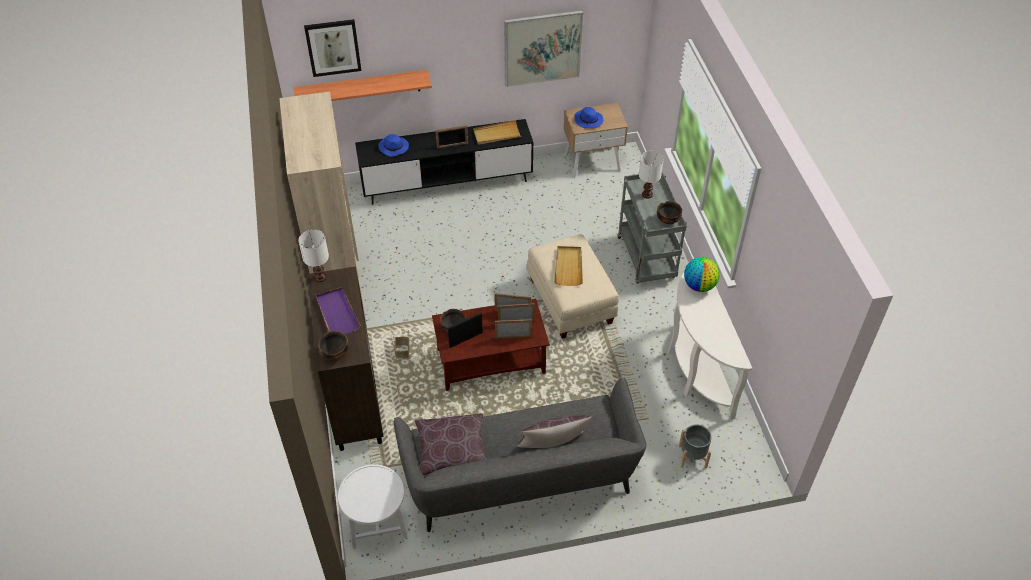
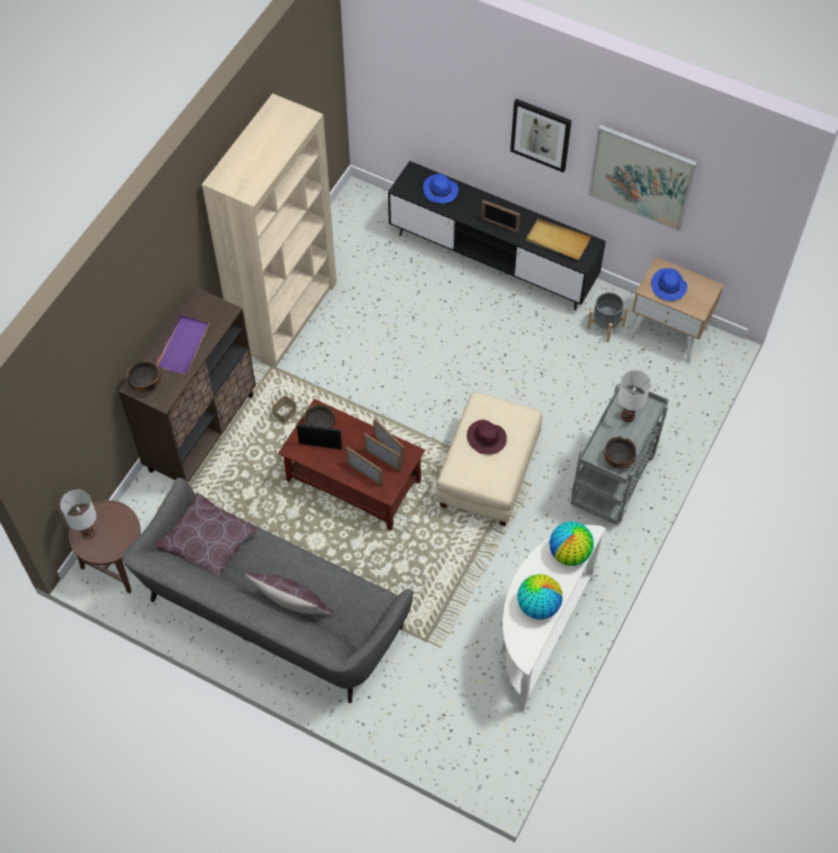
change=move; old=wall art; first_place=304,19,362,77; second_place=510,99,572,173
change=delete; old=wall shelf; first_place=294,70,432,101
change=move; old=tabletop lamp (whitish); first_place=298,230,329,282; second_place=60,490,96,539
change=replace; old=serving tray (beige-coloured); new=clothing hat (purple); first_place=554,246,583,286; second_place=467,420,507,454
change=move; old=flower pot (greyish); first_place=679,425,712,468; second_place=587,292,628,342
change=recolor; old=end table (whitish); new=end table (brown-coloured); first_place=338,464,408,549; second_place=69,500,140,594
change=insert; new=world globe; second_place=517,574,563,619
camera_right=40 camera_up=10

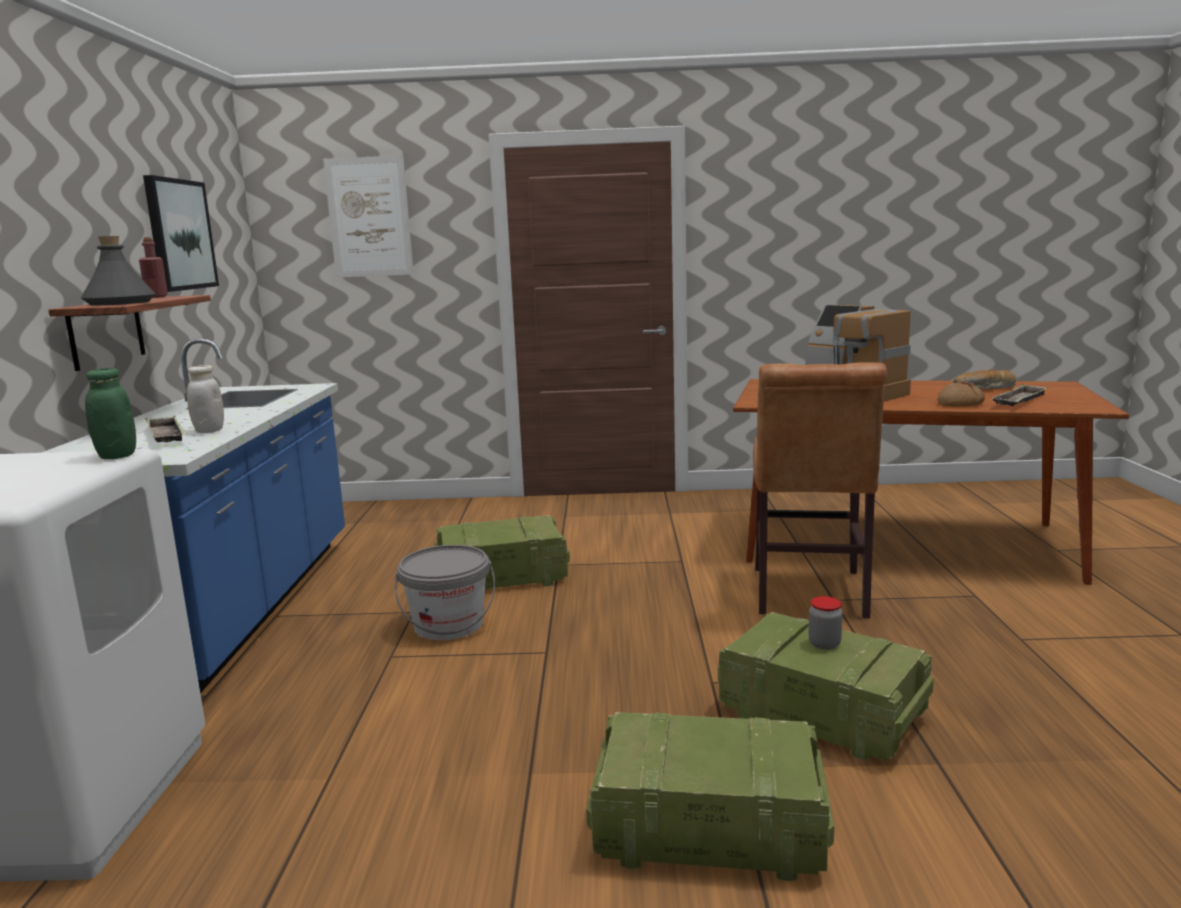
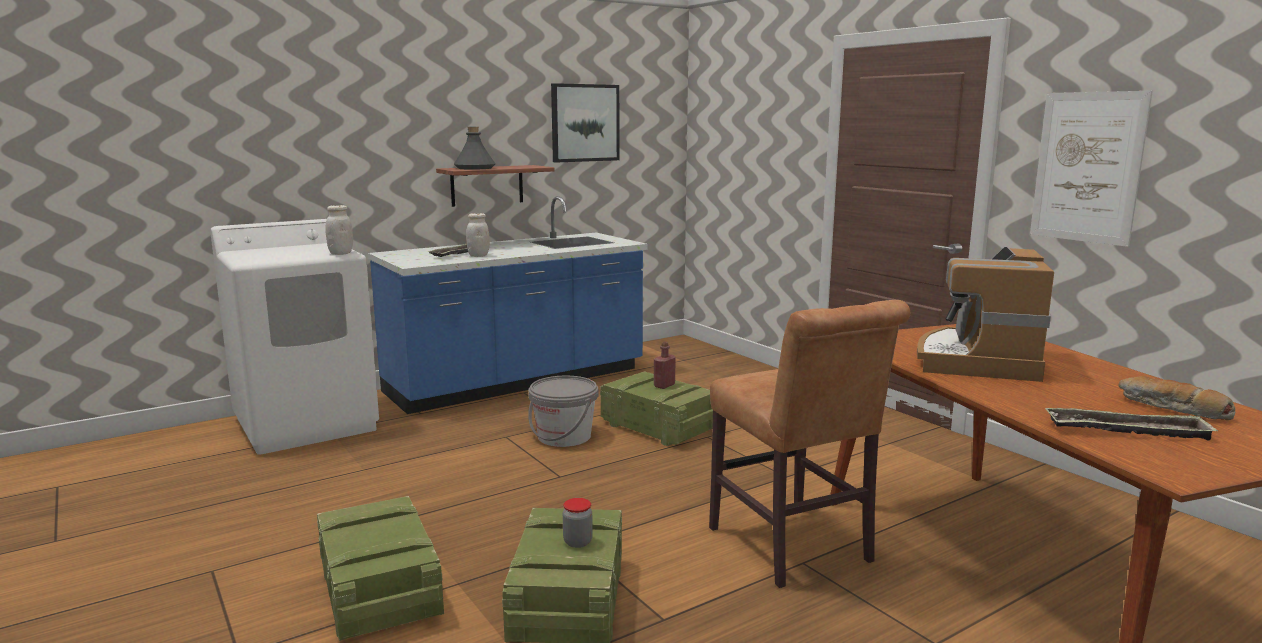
change=move; old=wall art; first_place=323,155,414,278; second_place=1030,91,1153,247
change=move; old=bottle (red); first_place=139,237,168,298; second_place=654,341,676,389
change=rotate; old=plain chair (brown-coloured); first_place=753,362,888,619; second_place=709,300,910,588; degrees=-90
change=recolor; old=storage jar (green); new=storage jar (whitish); first_place=85,368,136,459; second_place=325,205,353,255
change=delete; old=bread; first_place=937,381,985,407
camera_right=55 camera_up=0

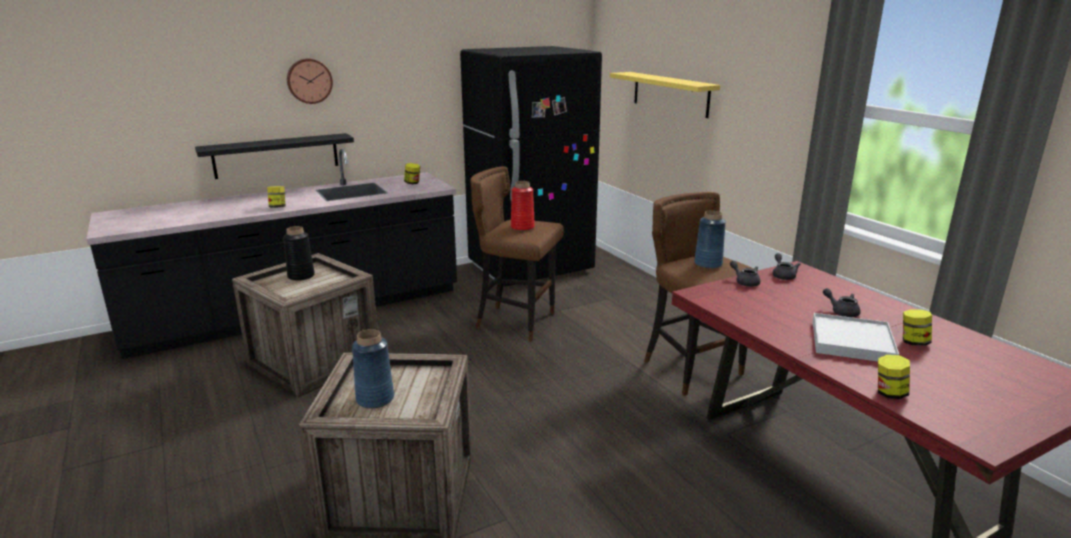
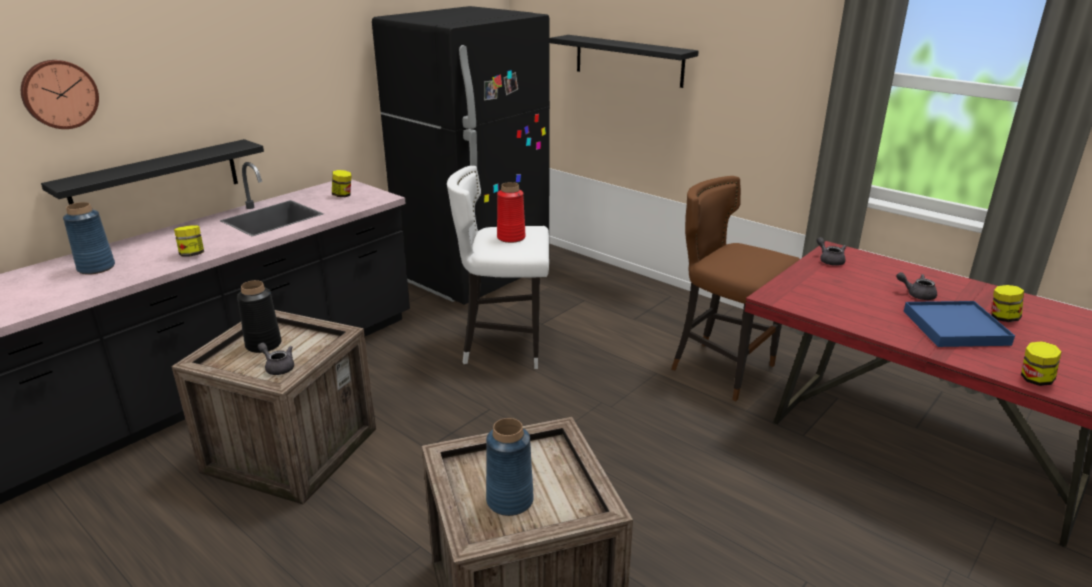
change=move; old=hanging clock; first_place=287,59,333,104; second_place=21,60,99,129
change=recolor; old=wall shelf (yellow-coloured); new=wall shelf (blackish); first_place=610,72,720,118; second_place=550,35,699,88
change=recolor; old=stool seat (brown-coloured); new=stool seat (whitish); first_place=470,167,564,342; second_place=447,166,549,369
change=move; old=decorative vase (blue-coloured); first_place=694,210,726,269; second_place=63,202,115,275
change=move; old=pot for tea (greyish); first_place=730,260,760,287; second_place=258,343,294,375
change=recolor; old=serving tray (whitish); new=serving tray (blue-coloured); first_place=813,313,899,362; second_place=904,301,1015,347
camera_right=-20 camera_up=5

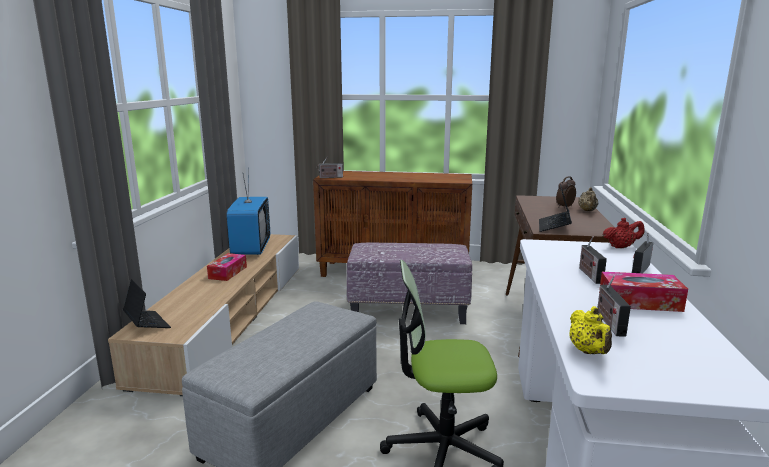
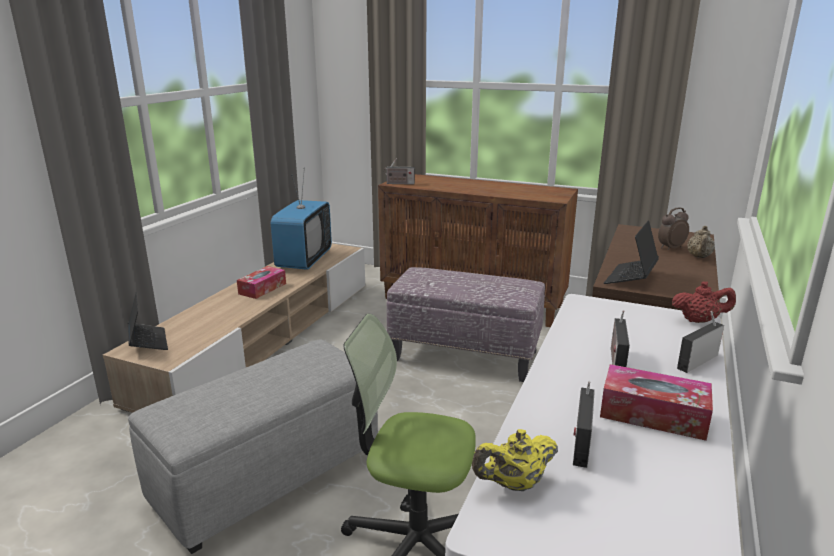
change=rotate; old=pot for tea (yellow-coloured); first_place=569,306,612,354; second_place=472,429,558,491; degrees=60
camera_right=15 camera_up=5

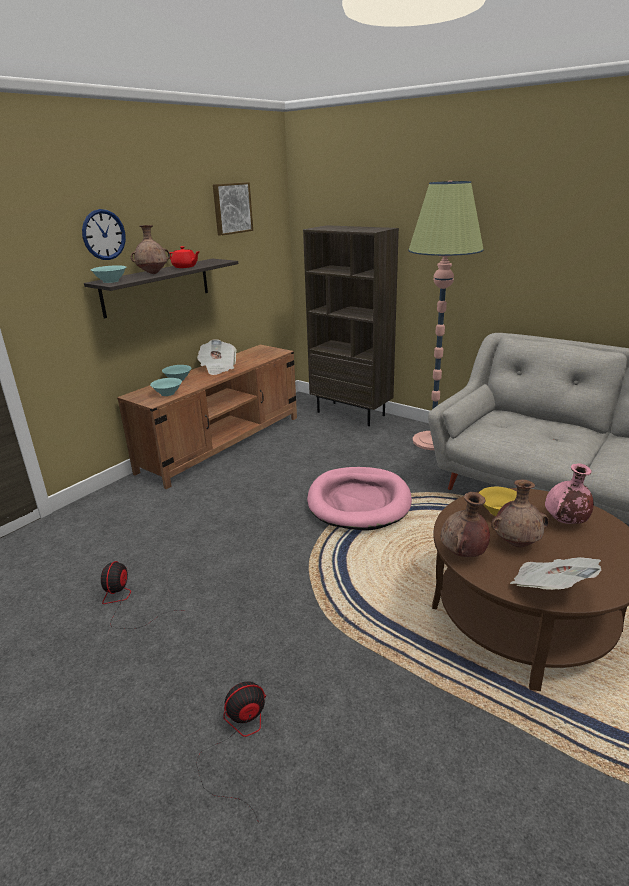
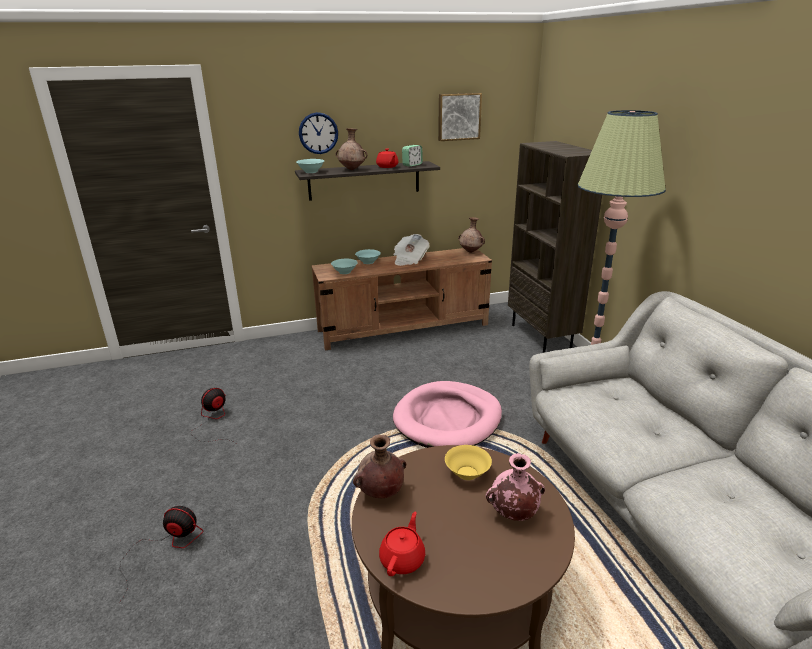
change=move; old=decorative vase (brown-coloured); first_place=491,480,549,547; second_place=458,217,485,253
change=replace; old=daily paper; new=pot for tea (red); first_place=510,557,601,590; second_place=379,511,425,576
change=insert; new=bedside clock; second_place=402,145,423,167
camera_right=35 camera_up=0

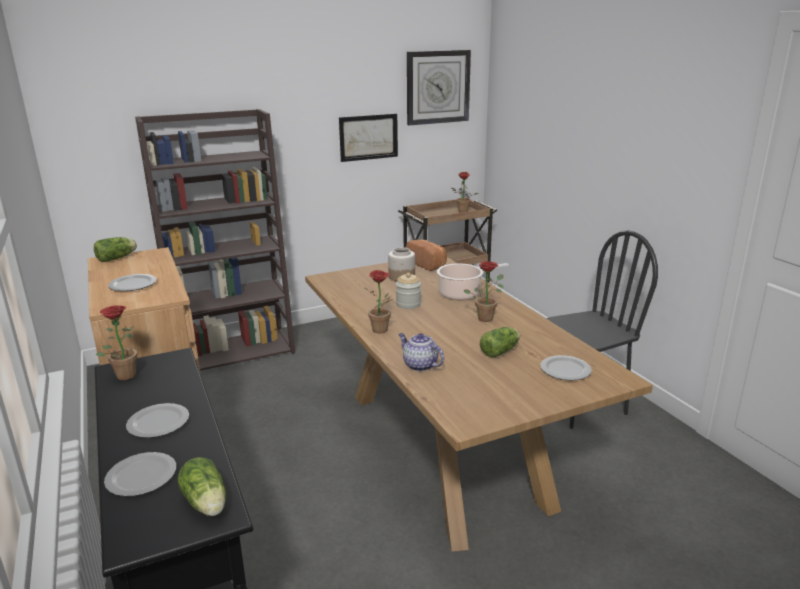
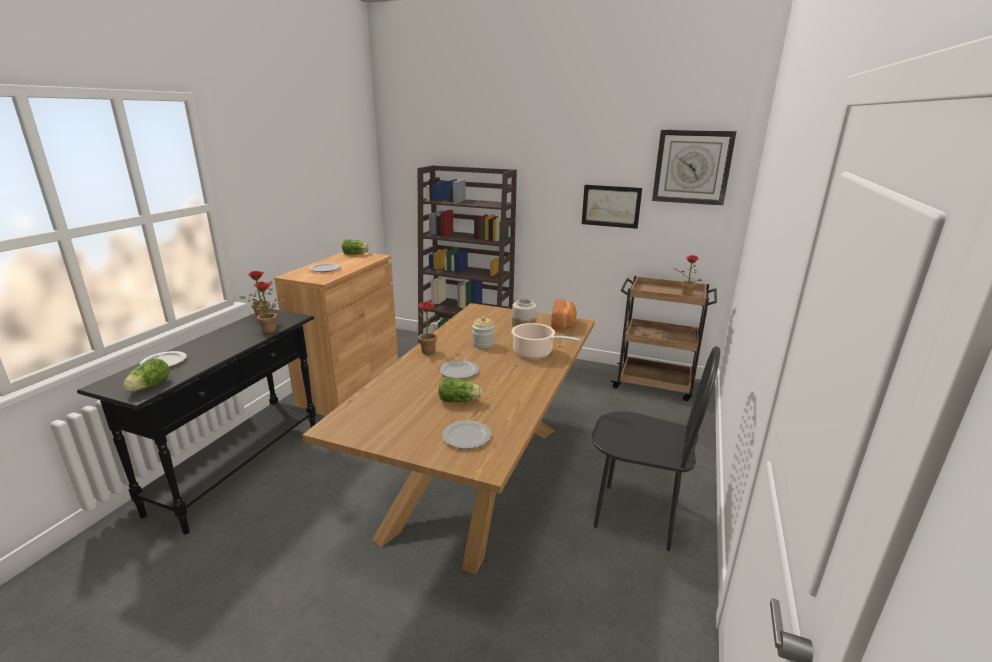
change=move; old=plant in a pot; first_place=463,261,504,322; second_place=252,282,285,333
change=delete; old=pot for tea; first_place=398,333,444,371
change=move; old=flat dish; first_place=126,403,189,438; second_place=440,360,479,379
camera_right=45 camera_up=0

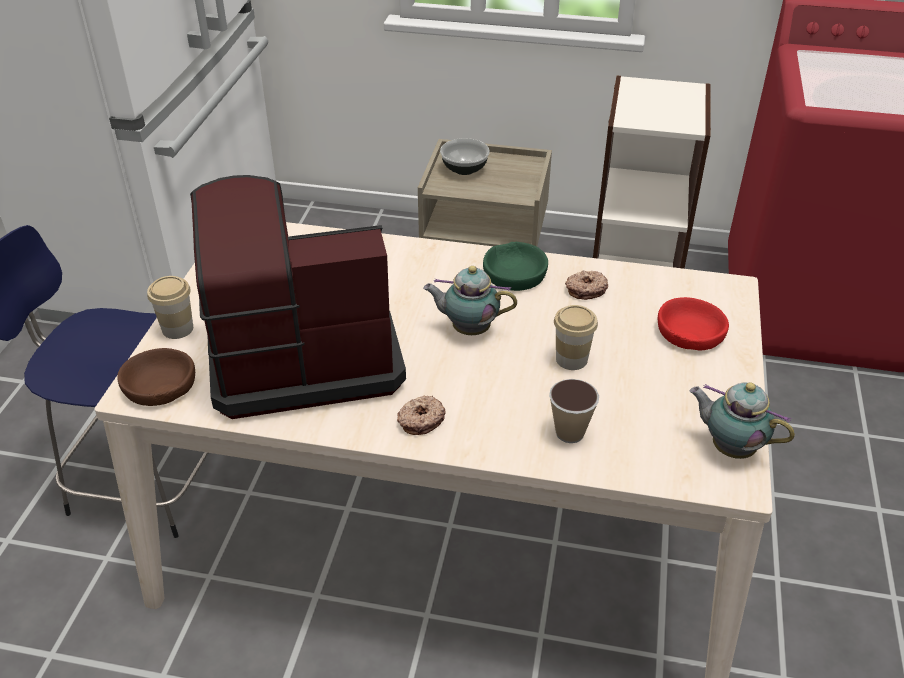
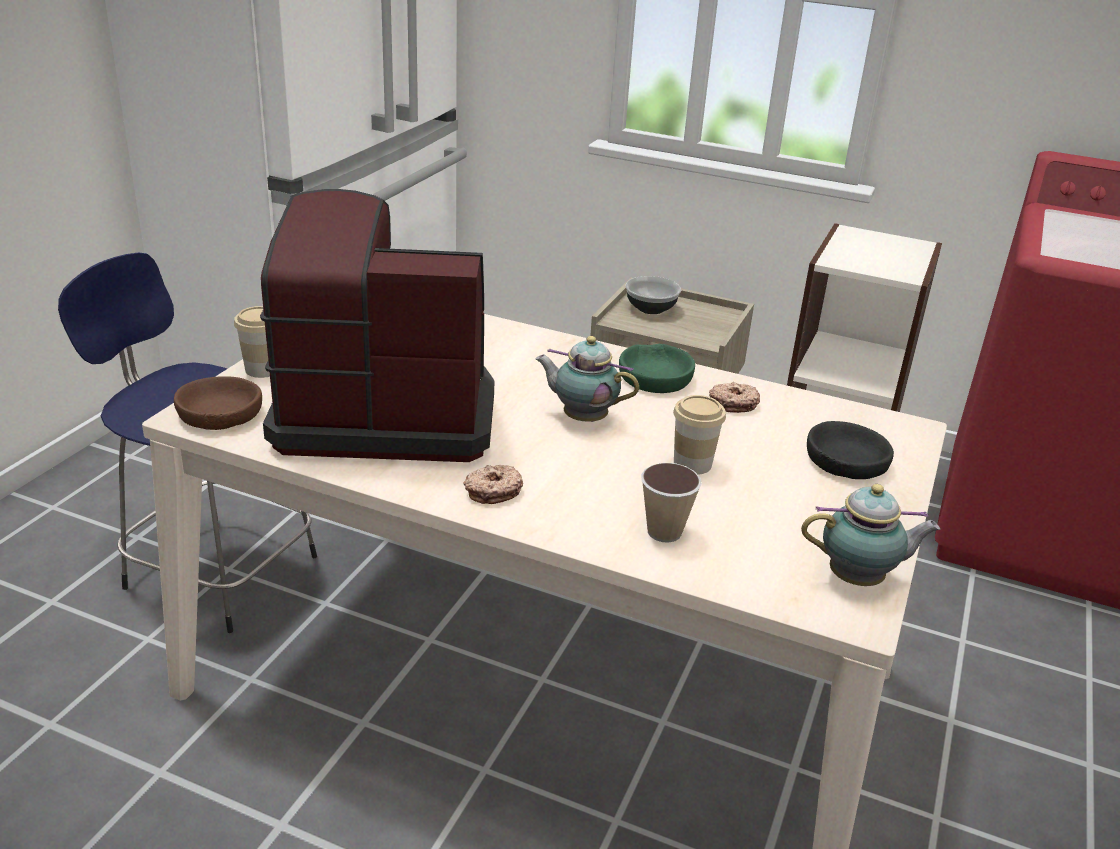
change=recolor; old=bowl (red); new=bowl (blackish); first_place=658,297,729,351; second_place=807,421,894,479
change=rotate; old=pot for tea; first_place=690,383,795,459; second_place=801,484,940,586; degrees=135
camera_right=10 camera_up=-10

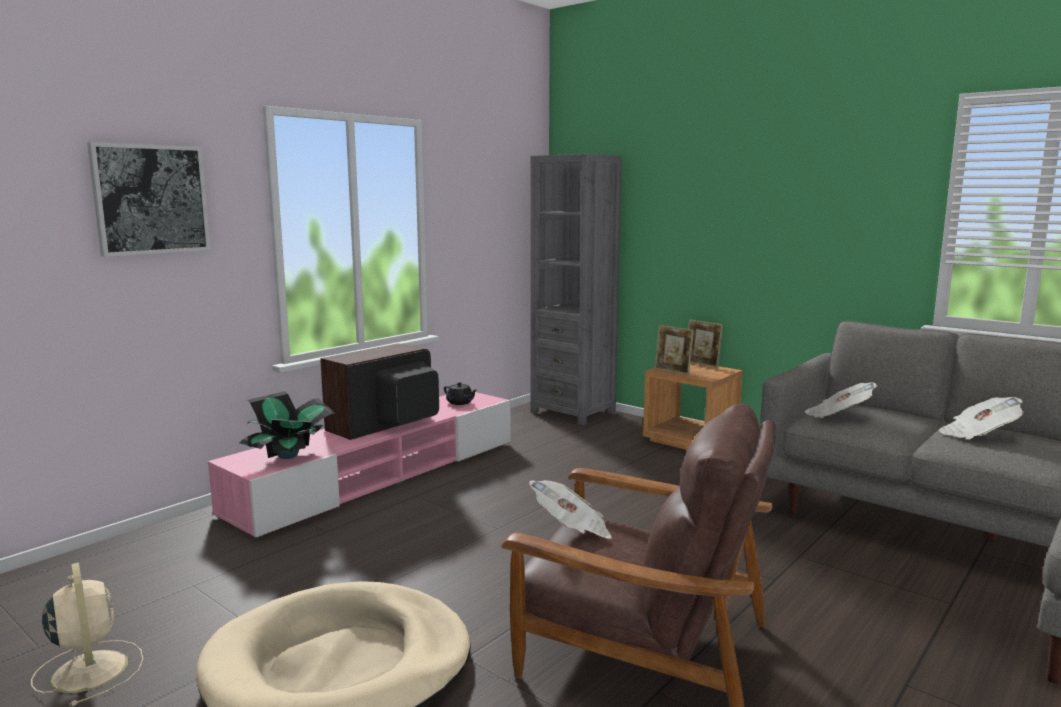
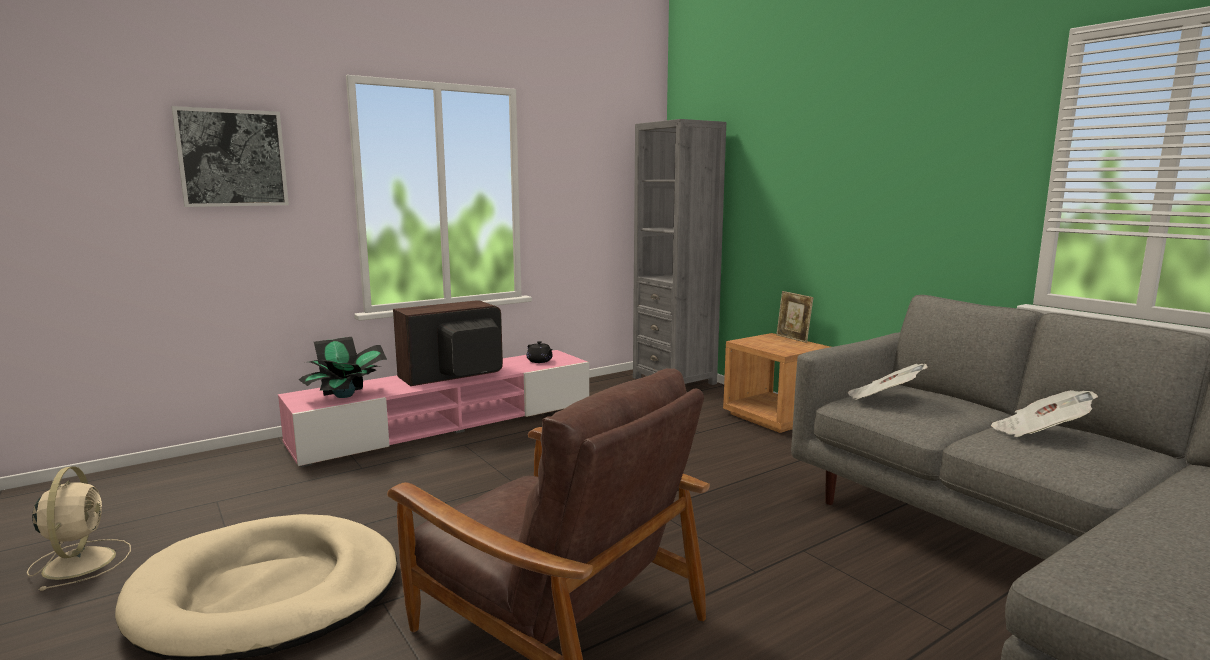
change=delete; old=picture frame; first_place=655,325,694,375
change=delete; old=daily paper; first_place=529,480,612,539
camera_right=15 camera_up=0

